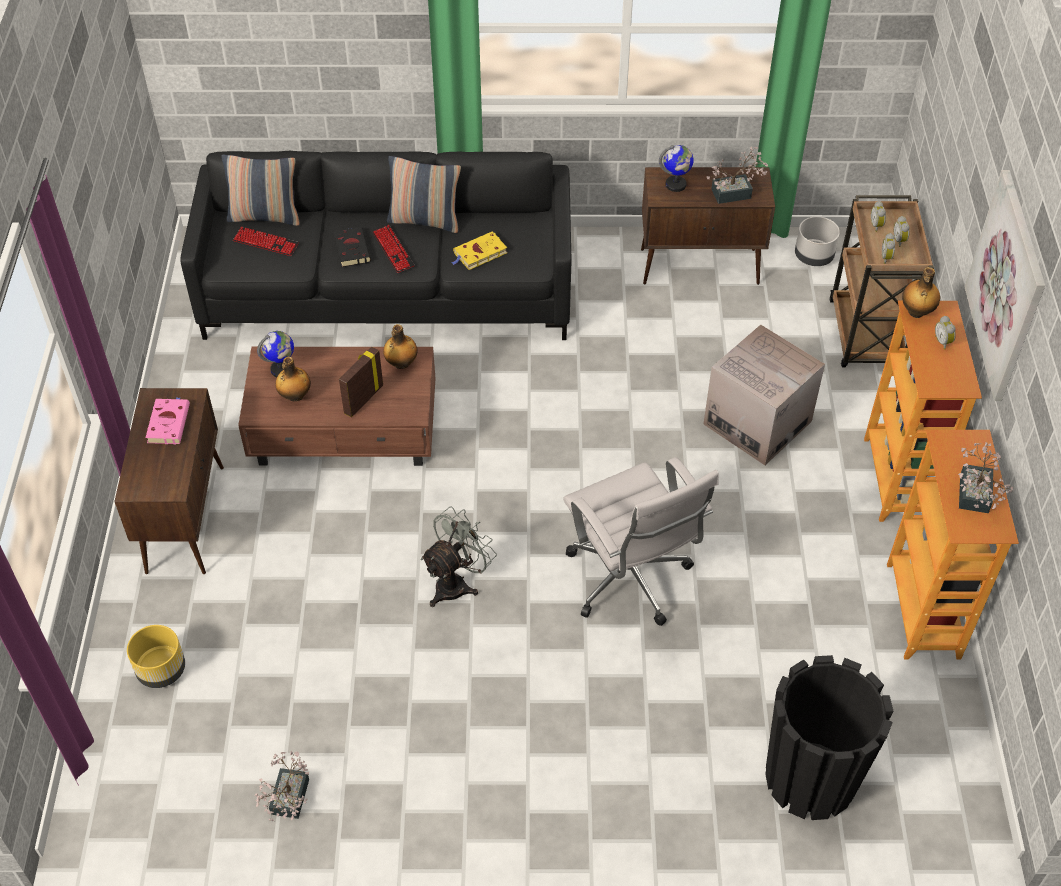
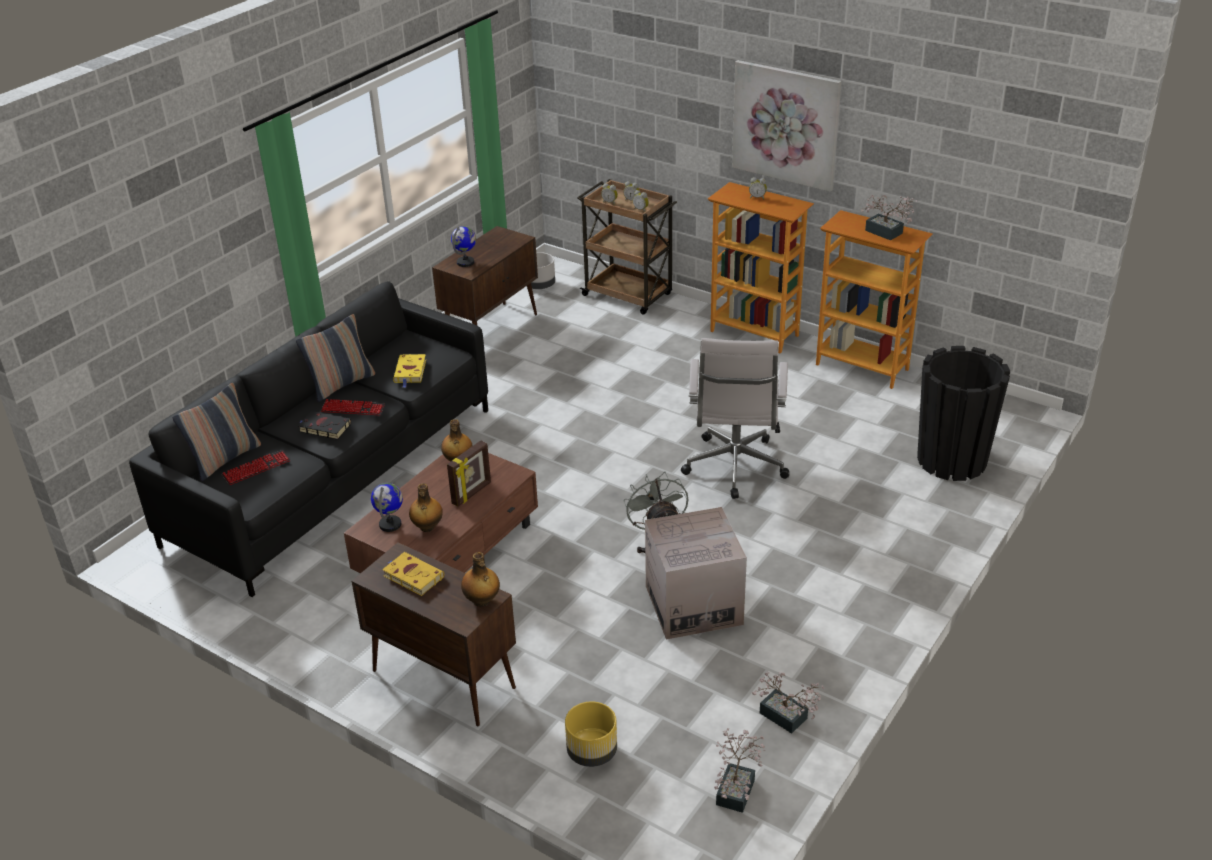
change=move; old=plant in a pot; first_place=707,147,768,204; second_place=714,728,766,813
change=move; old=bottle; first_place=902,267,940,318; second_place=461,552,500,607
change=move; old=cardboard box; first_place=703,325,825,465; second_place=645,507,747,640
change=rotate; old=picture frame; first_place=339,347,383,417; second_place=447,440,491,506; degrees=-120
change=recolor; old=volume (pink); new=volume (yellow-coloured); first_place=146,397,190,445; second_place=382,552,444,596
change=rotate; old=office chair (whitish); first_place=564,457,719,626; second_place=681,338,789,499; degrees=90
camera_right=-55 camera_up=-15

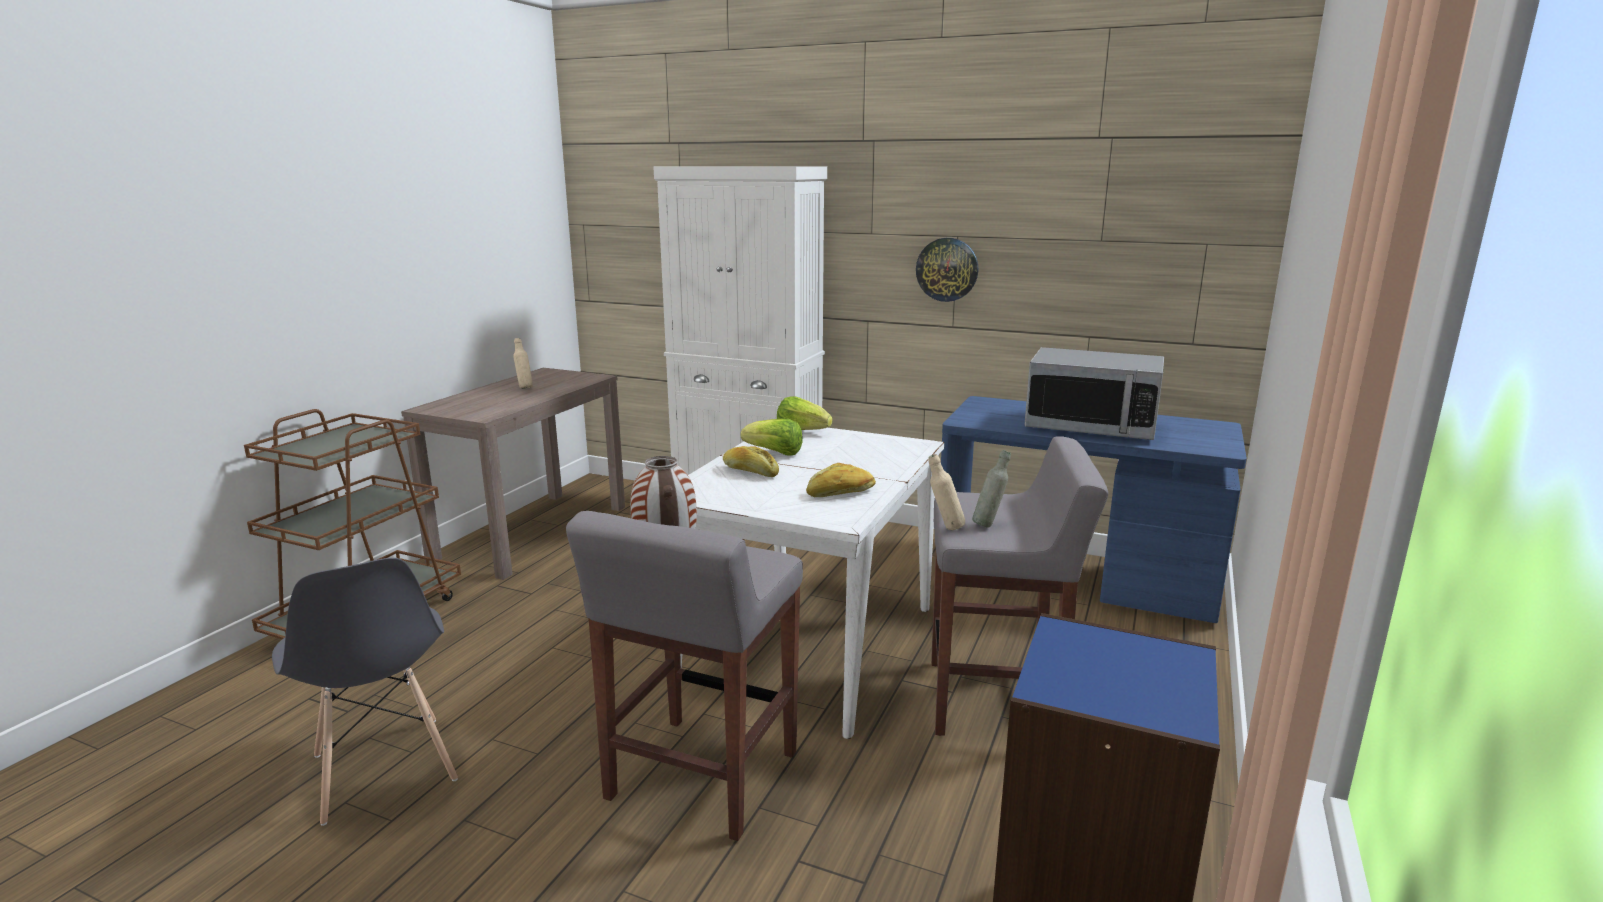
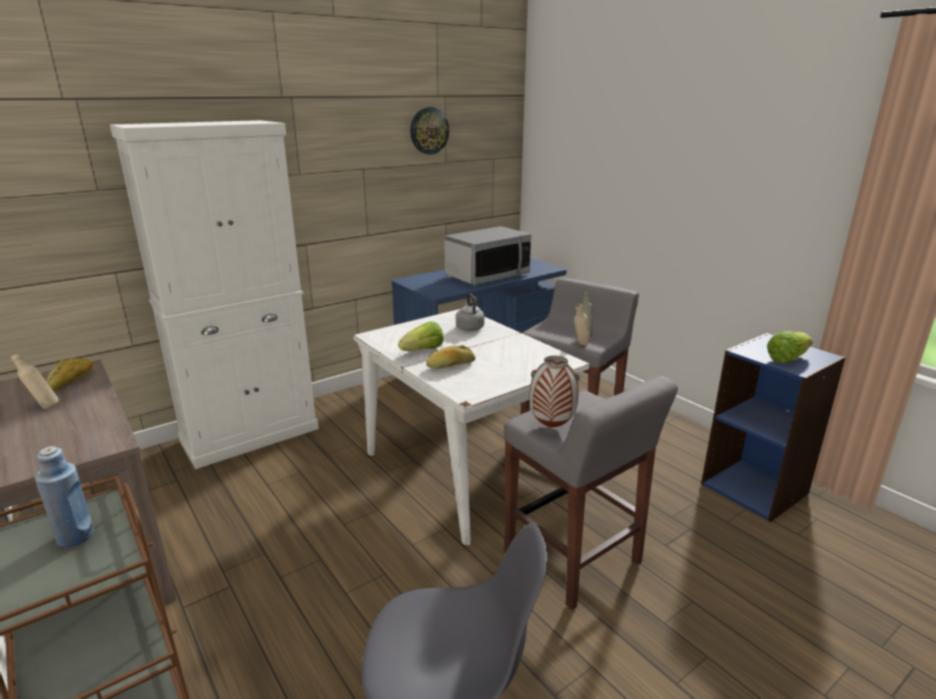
change=move; old=hanging clock; first_place=916,238,979,302; second_place=410,107,449,154
change=move; old=lettuce; first_place=777,396,833,430; second_place=767,332,813,363
change=move; old=bread; first_place=806,463,876,497; second_place=47,358,95,391
change=insert; new=tea kettle (greyish); second_place=456,293,485,331
change=insert; new=bottle (blue-coloured); second_place=35,446,94,547
camera_right=-60 camera_up=5

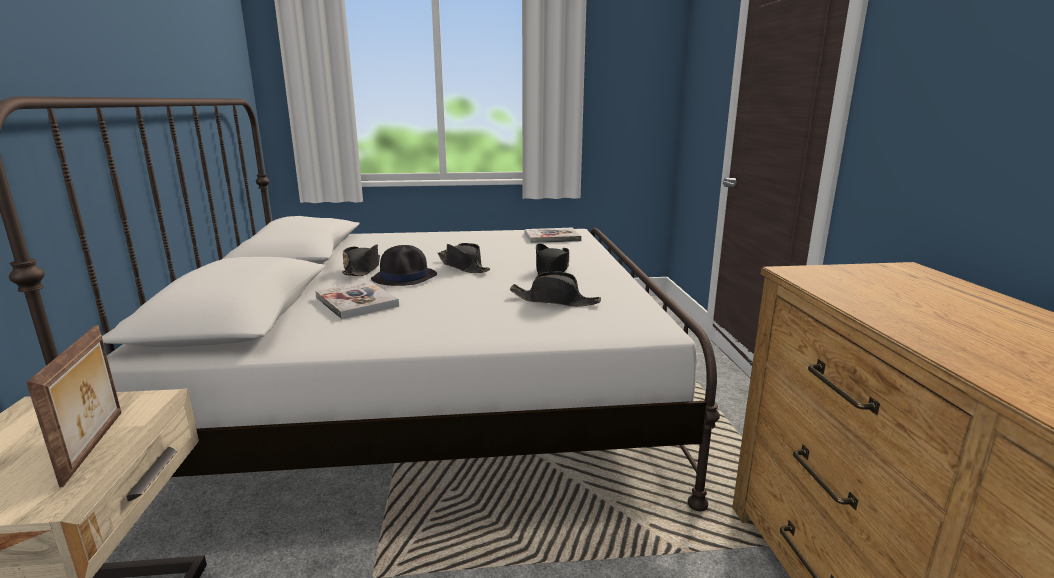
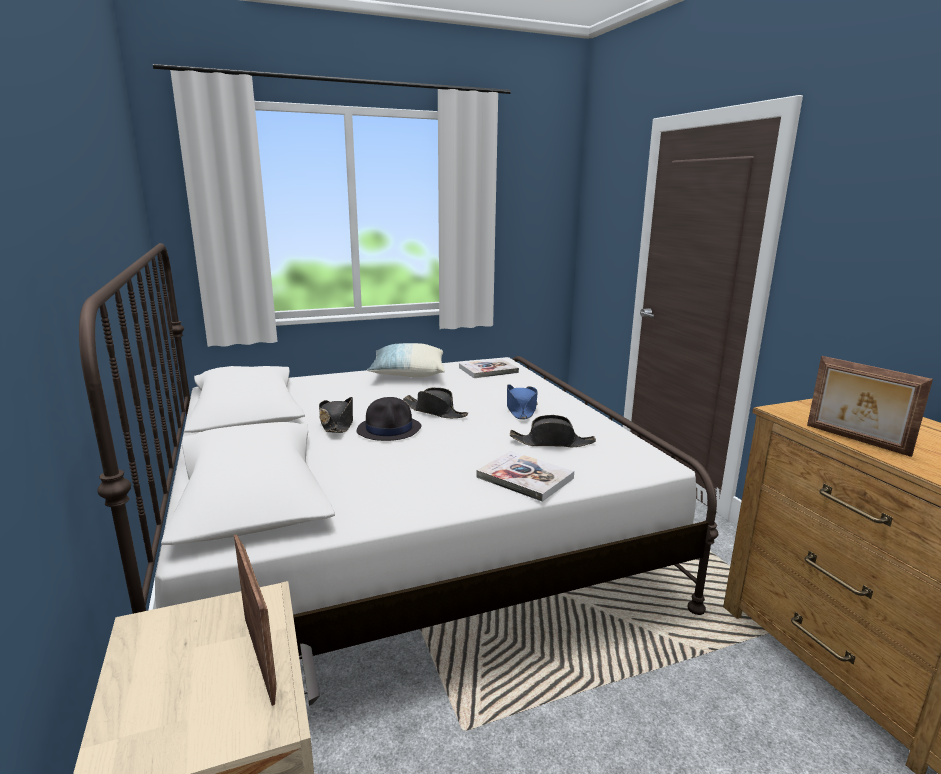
change=recolor; old=clothing hat (blackish); new=clothing hat (blue-coloured); first_place=536,244,569,275; second_place=507,384,538,420
change=move; old=volume; first_place=315,281,399,319; second_place=476,451,574,502
change=insert; new=cushion; second_place=367,343,445,377
change=insert; new=picture frame; second_place=807,356,933,457
camera_right=-15 camera_up=0

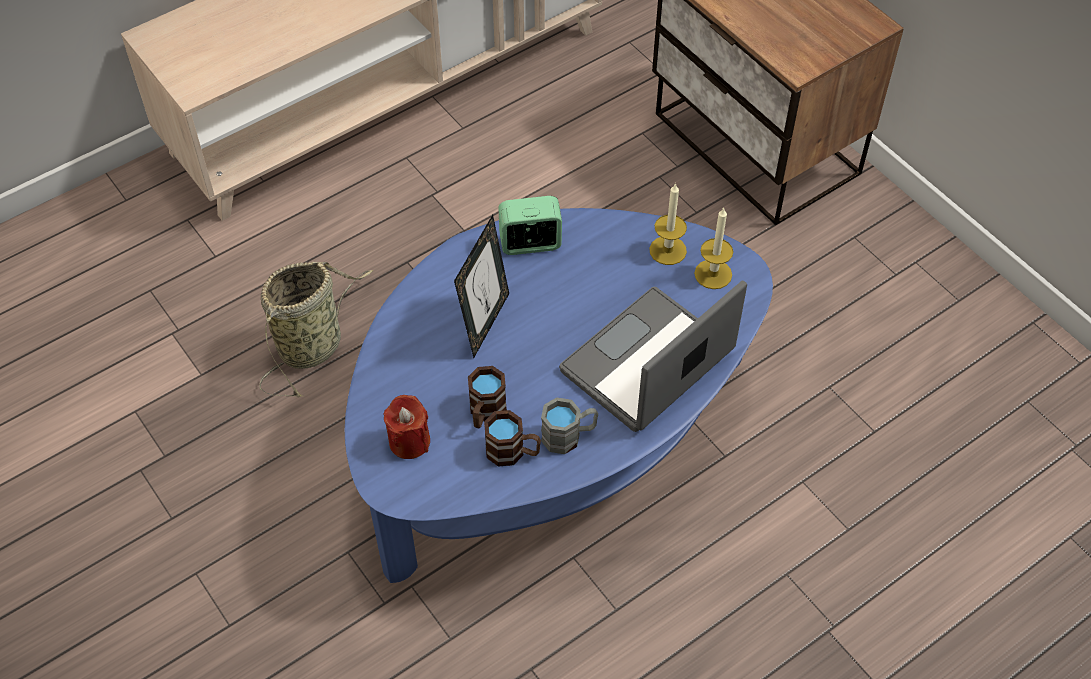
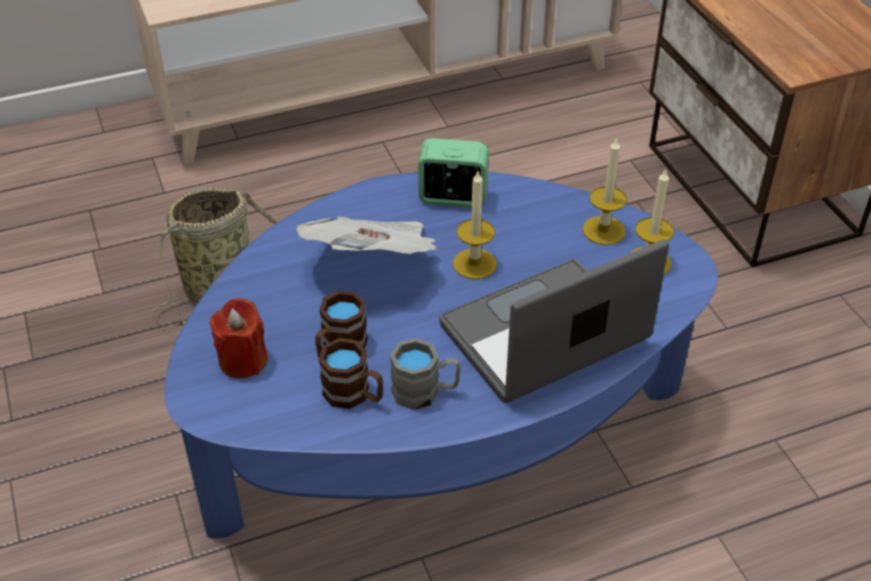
change=replace; old=picture frame; new=daily paper; first_place=454,215,509,358; second_place=296,216,438,254
change=insert; new=candle; second_place=453,170,497,279
camera_right=15 camera_up=-10

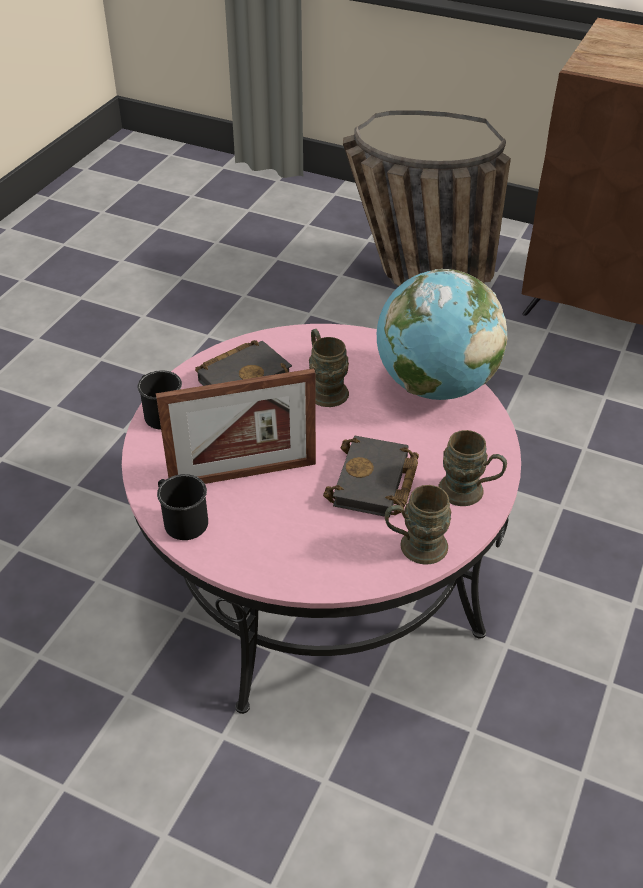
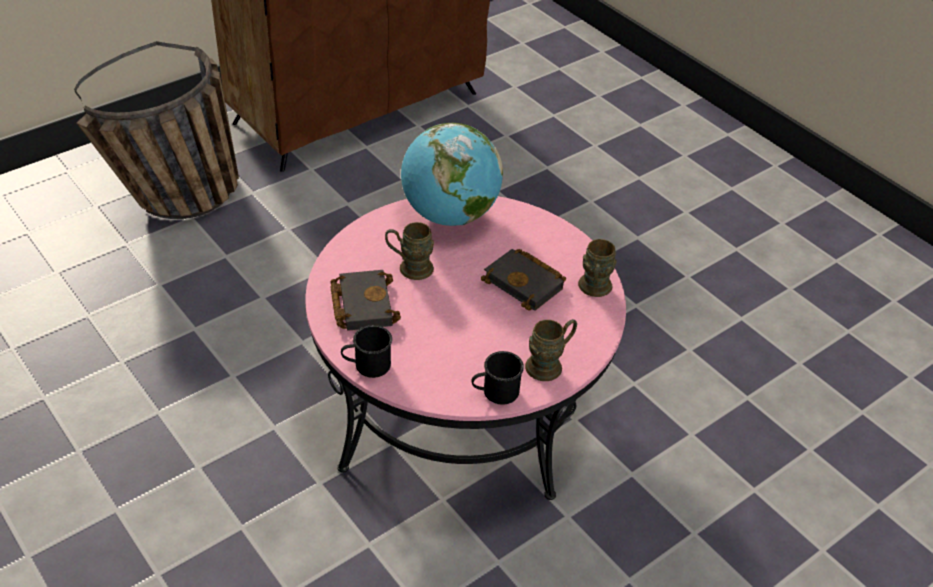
change=delete; old=picture frame; first_place=156,368,316,484
change=move; old=tea mug (brown-coloured); first_place=438,430,507,506; second_place=525,319,577,381
camera_right=-65 camera_up=0

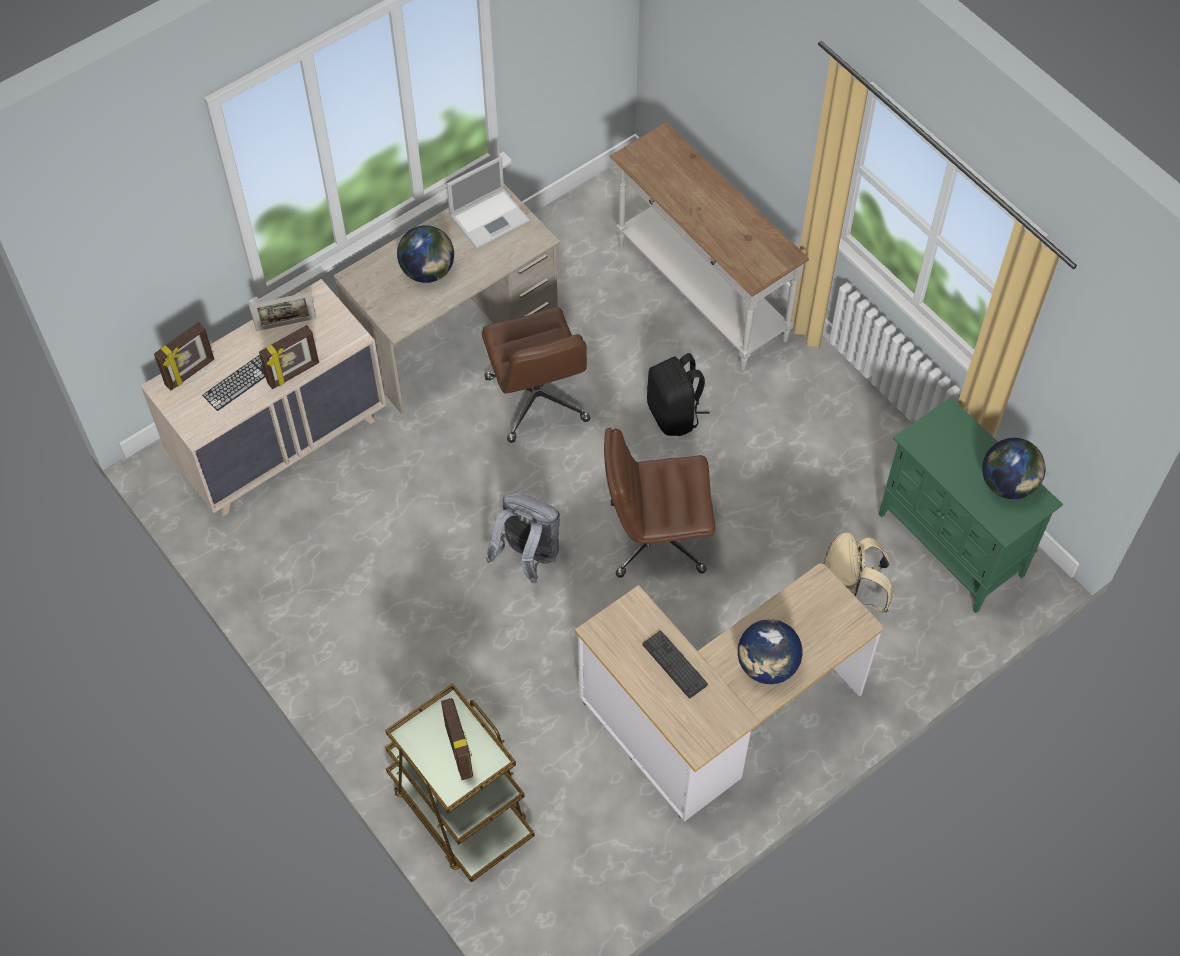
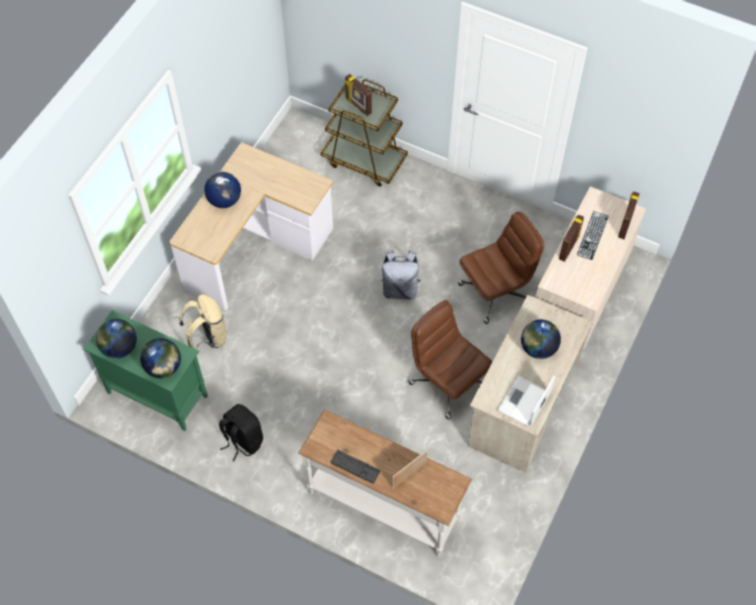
change=move; old=picture frame; first_place=249,292,316,331; second_place=392,450,427,489
change=move; old=rucksack (blackish); first_place=647,353,710,436; second_place=219,404,263,461
change=move; old=office chair (brown-coloured); first_place=604,428,715,578; second_place=458,212,544,324
change=move; old=computer keyboard; first_place=643,631,708,698; second_place=331,450,380,484
change=insert; new=world globe; second_place=140,338,181,378
camera_right=155 camera_up=0

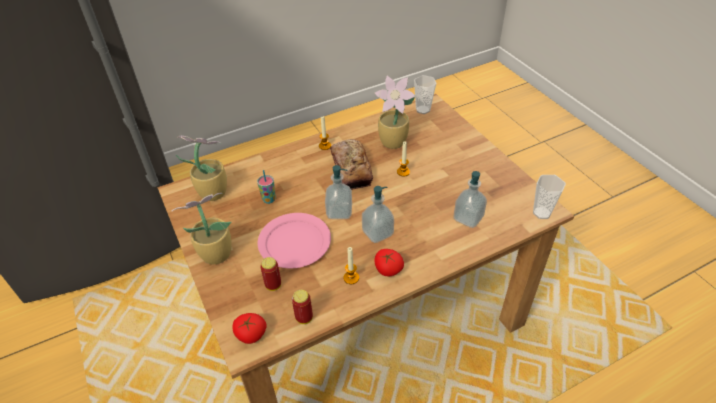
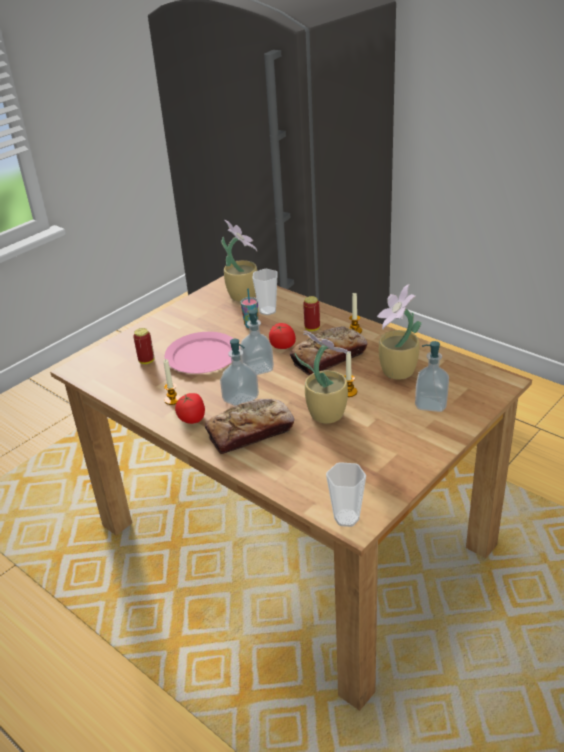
change=move; old=small cup; first_place=414,75,436,114; second_place=252,269,278,315
change=move; old=liquid soap bottle; first_place=454,171,487,228; second_place=415,341,449,412
change=move; old=plant in a pot; first_place=172,193,231,264; second_place=294,331,350,424
change=move; old=can; first_place=292,290,313,324; second_place=303,296,320,331
change=move; old=fresh tomato; first_place=232,313,266,344; second_place=269,323,296,349
change=insert; new=bread; second_place=205,399,294,454
camera_right=70 camera_up=-10

